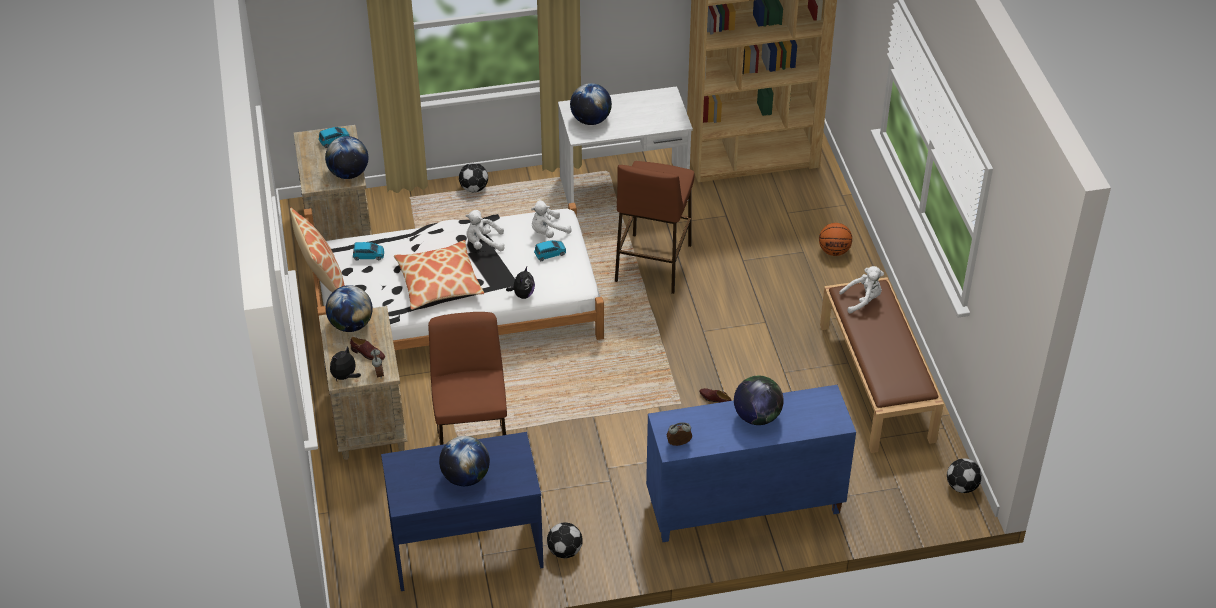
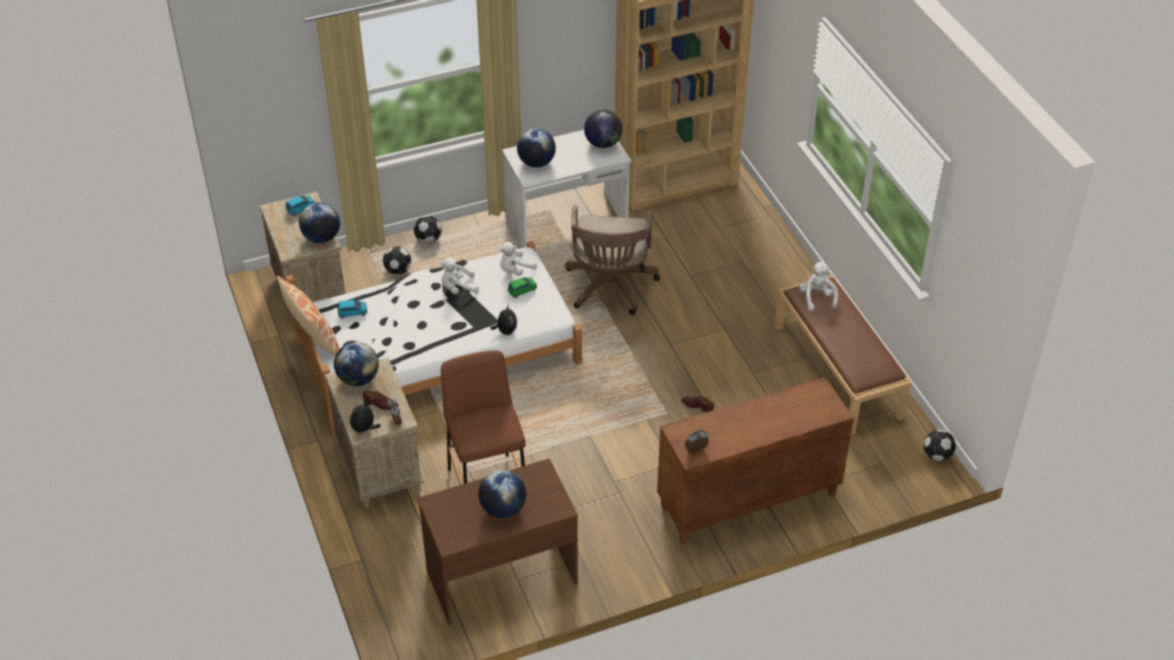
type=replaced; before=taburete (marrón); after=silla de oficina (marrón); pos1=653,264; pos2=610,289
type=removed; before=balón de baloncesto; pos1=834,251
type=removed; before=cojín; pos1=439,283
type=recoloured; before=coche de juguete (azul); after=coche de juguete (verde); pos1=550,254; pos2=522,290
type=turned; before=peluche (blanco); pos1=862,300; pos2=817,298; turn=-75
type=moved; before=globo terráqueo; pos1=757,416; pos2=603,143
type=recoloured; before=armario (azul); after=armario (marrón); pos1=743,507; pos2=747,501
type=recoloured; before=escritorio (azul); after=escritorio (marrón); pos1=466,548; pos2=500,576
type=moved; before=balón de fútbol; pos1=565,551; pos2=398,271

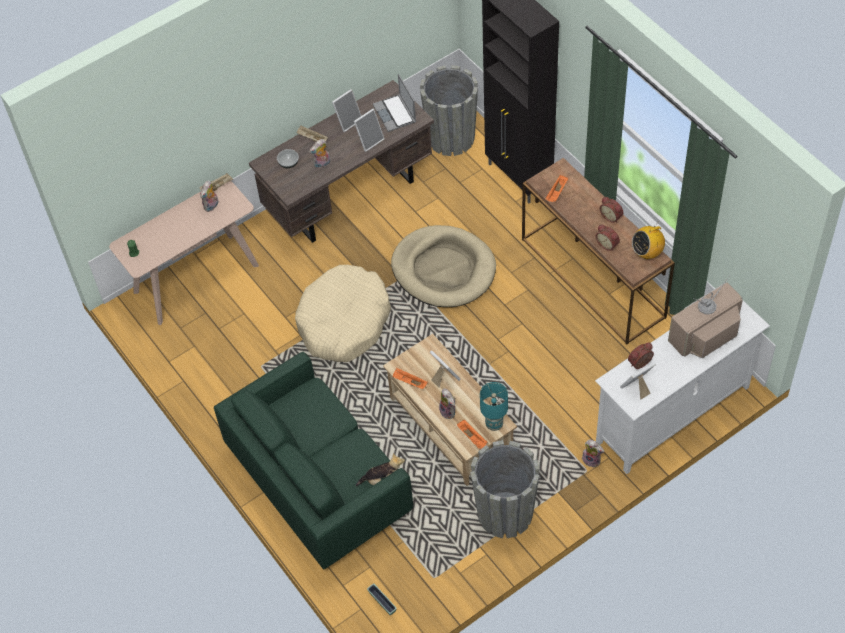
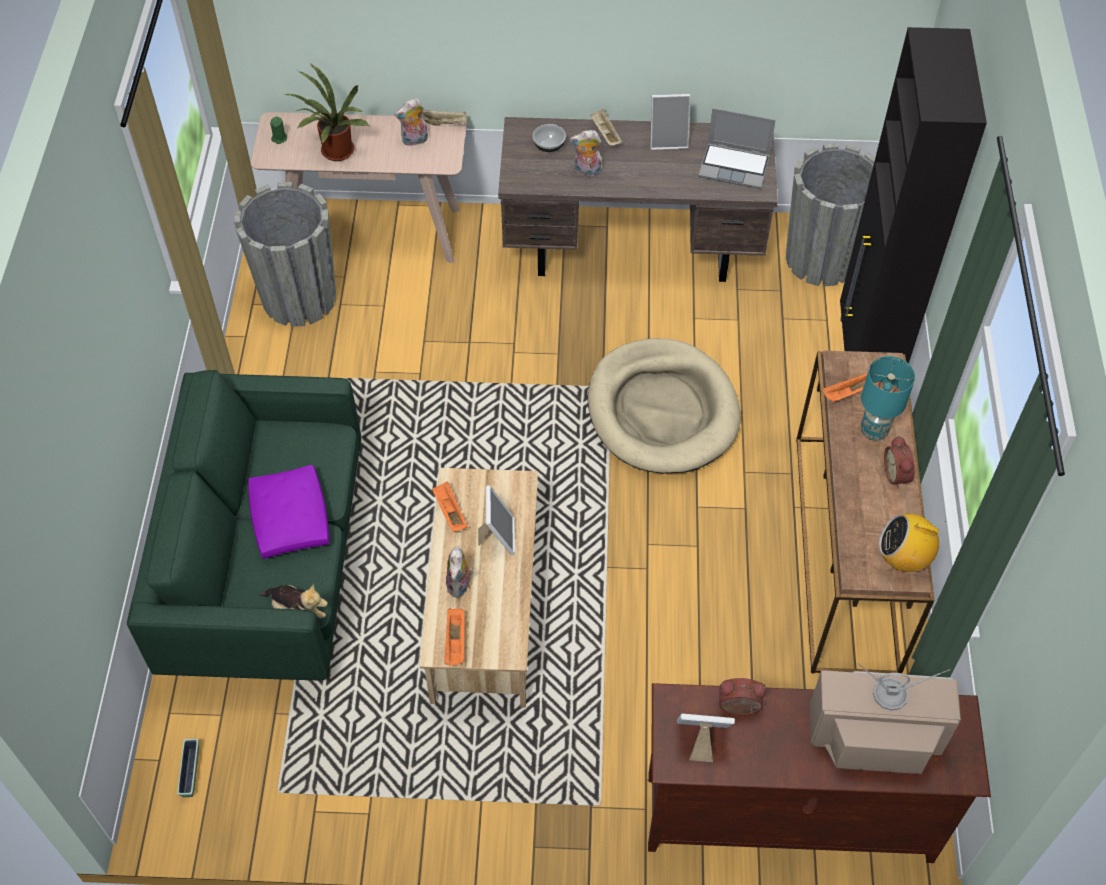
type=turned; before=portátil; pos1=395,114; pos2=735,166; turn=-90
type=removed; before=portarretratos; pos1=369,140
type=removed; before=despertador; pos1=607,244
type=removed; before=cama para perro (beis); pos1=344,322
type=recoloured; before=mueble de televisión (blanco); after=mueble de televisión (marrón); pos1=673,415; pos2=787,818
type=moved; before=lámpara de mesa (turquesa); pos1=494,424; pos2=874,431
type=moved; before=maceta (gris); pos1=505,513; pos2=299,298
type=removed; before=peluche; pos1=592,460
type=added; after=planta en maceta; pos2=335,153
type=added; after=cojín (morado); pos2=290,518

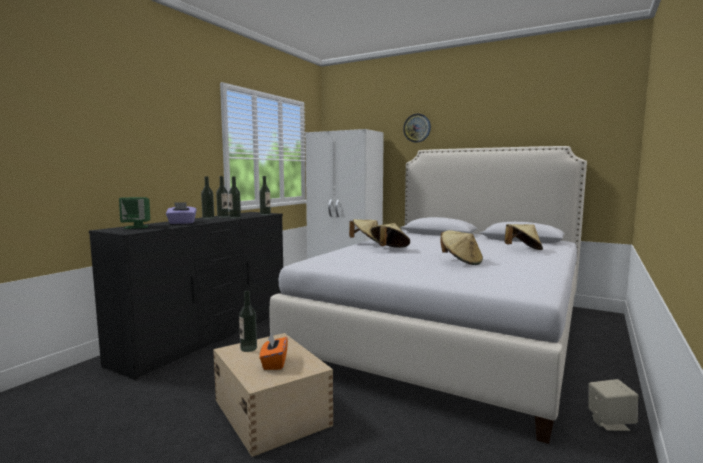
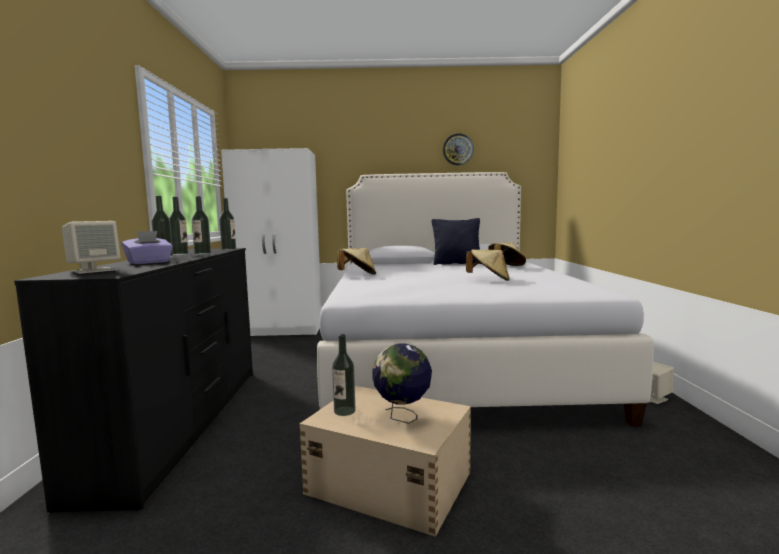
type=moved; before=reloj de pared; pos1=417,128; pos2=458,149
type=recoloured; before=altavoz (verde); after=altavoz (beis); pos1=137,227; pos2=94,270
type=removed; before=sombrero (beis); pos1=389,249
type=replaced; before=caja de pañuelos (naranja); after=globo terráqueo; pos1=274,363; pos2=402,417
type=added; after=cojín (negro); pos2=457,263

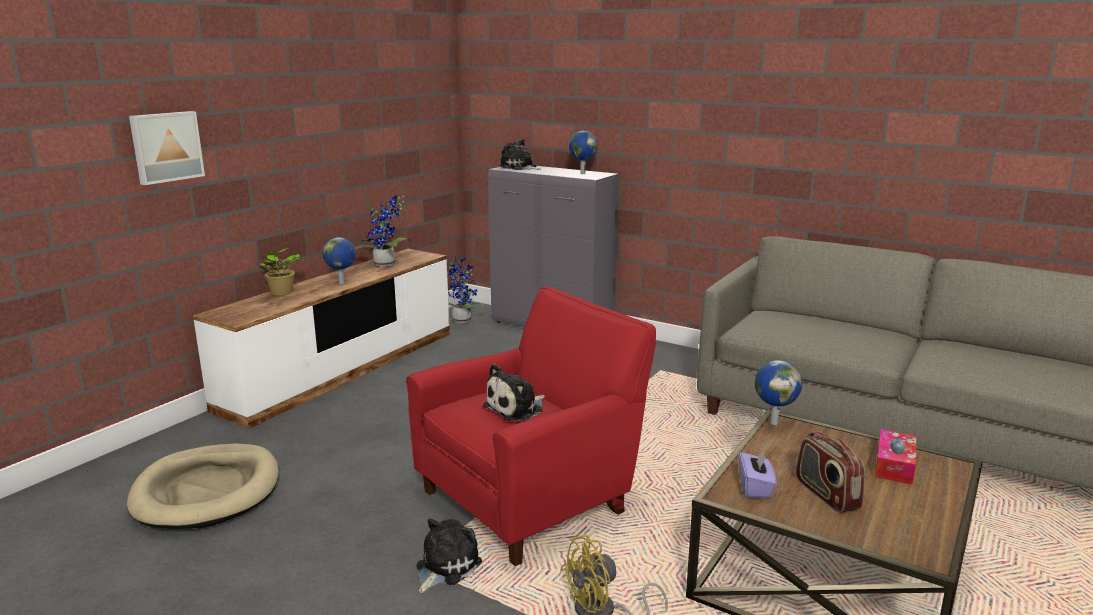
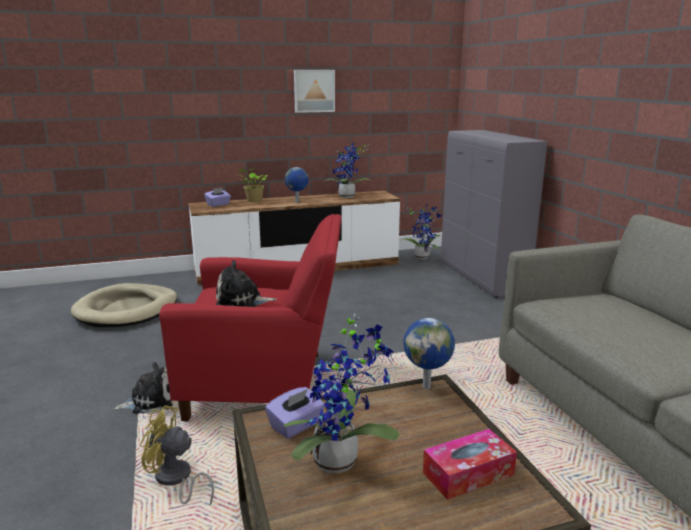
type=moved; before=cuadro; pos1=166,147; pos2=314,91
type=removed; before=globo terráqueo; pos1=582,173
type=removed; before=peluche; pos1=519,167
type=replaced; before=radio; after=planta en maceta; pos1=826,494; pos2=341,462
type=added; after=caja de pañuelos (morado); pos2=218,205

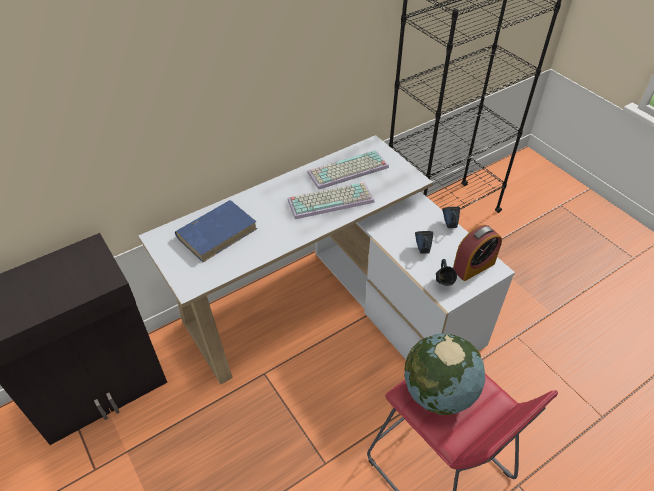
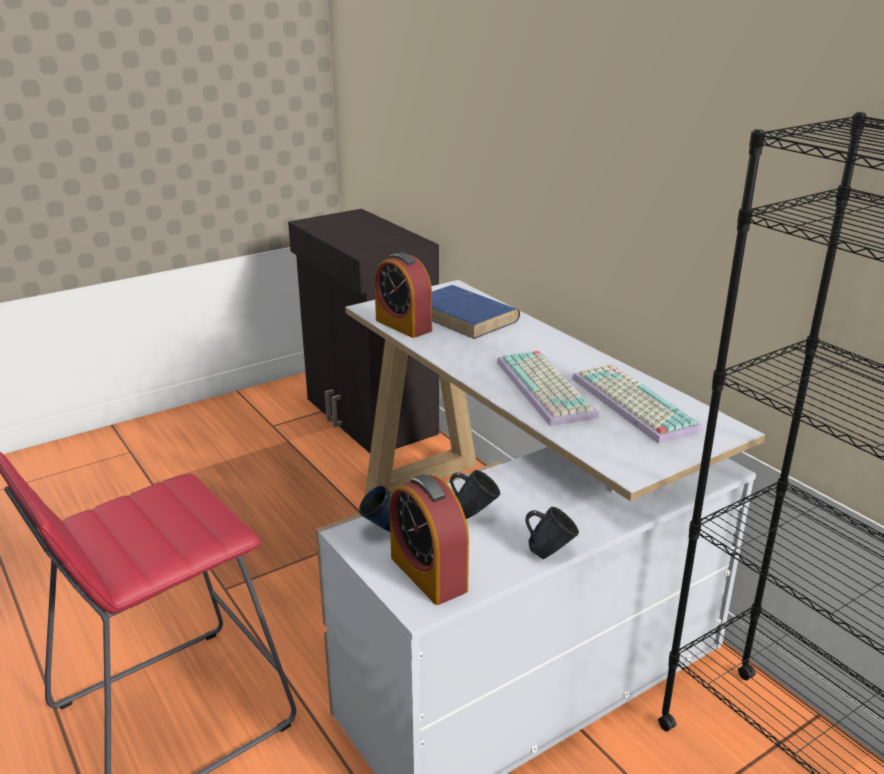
type=removed; before=globo terráqueo; pos1=438,393
type=added; after=despertador; pos2=403,325

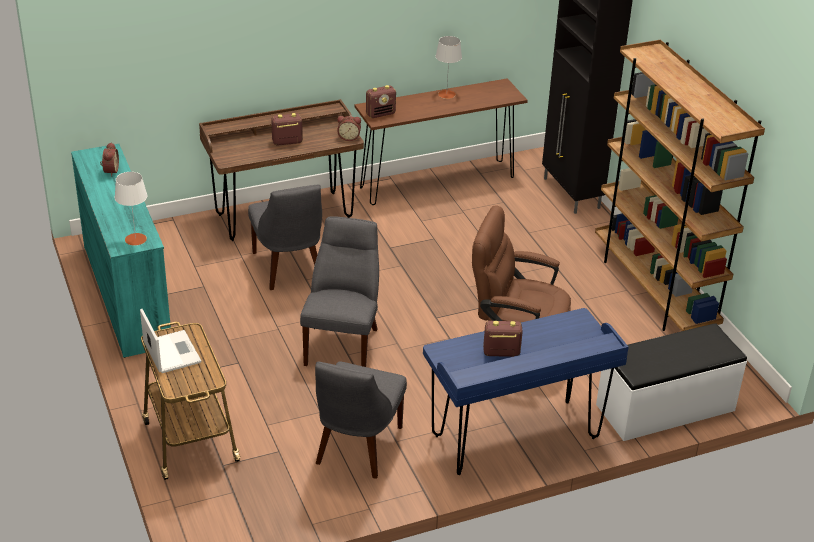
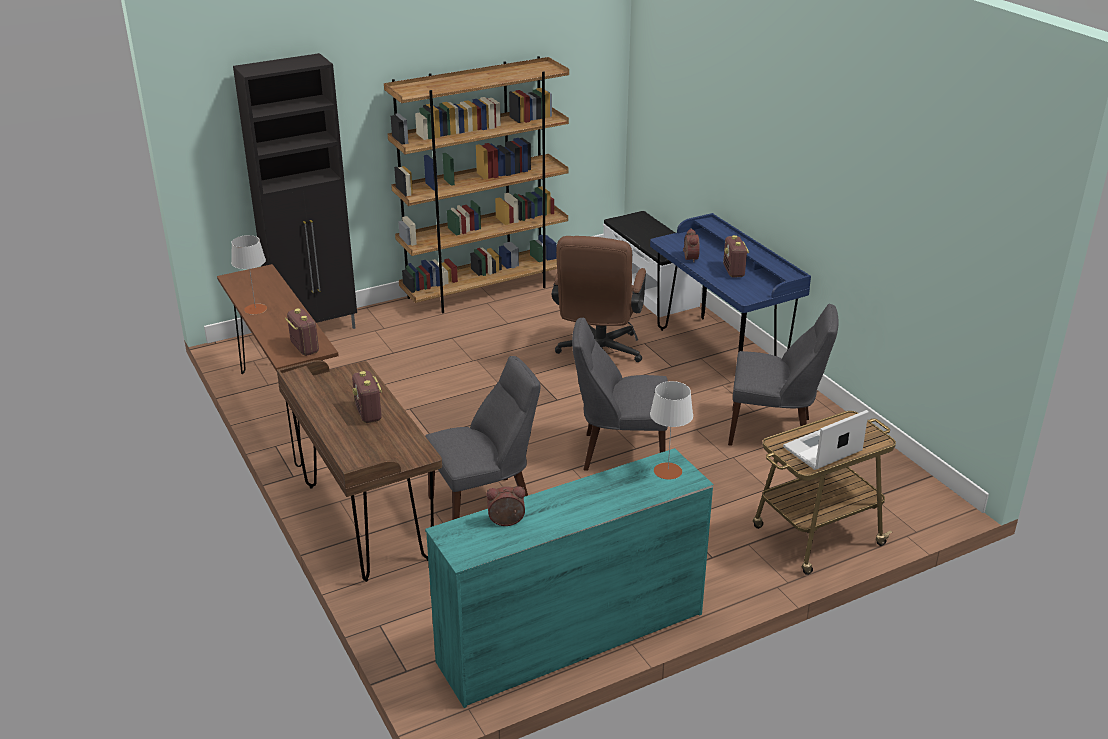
type=moved; before=despertador; pos1=349,137; pos2=689,258

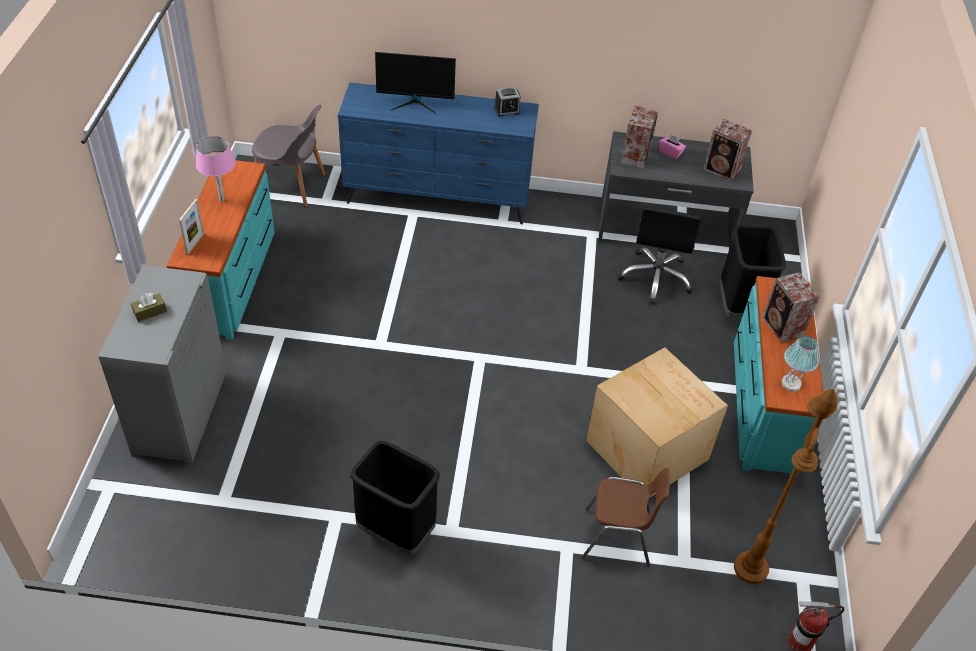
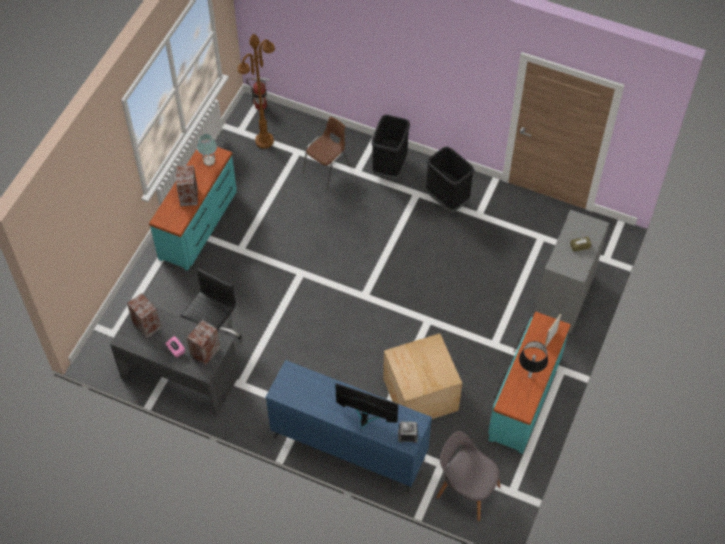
type=moved; before=despertador; pos1=507,110; pos2=407,435
type=recoloured; before=lámpara de mesa (rosa); after=lámpara de mesa (negro); pos1=222,200; pos2=529,376
type=moved; before=papelera (negro); pos1=740,307; pos2=389,167
type=moved; before=caja de cartón; pos1=647,448; pos2=420,395
type=turned; before=silla (marrón); pos1=618,538; pos2=327,170; turn=105

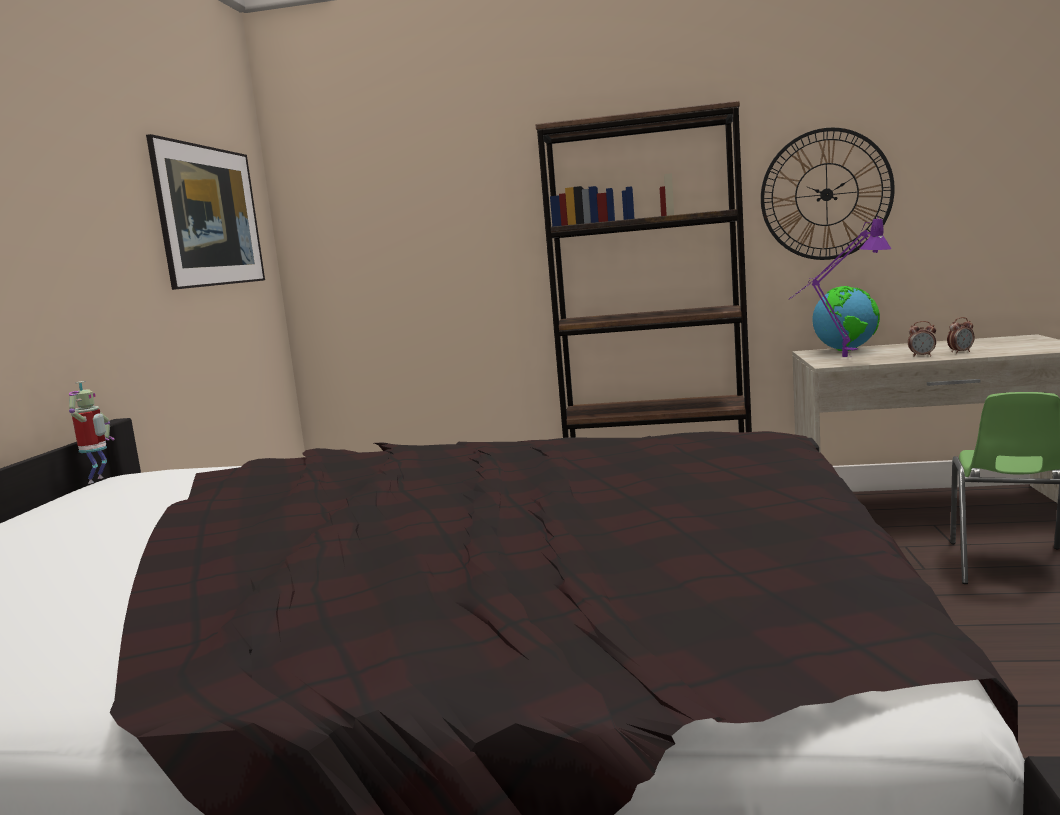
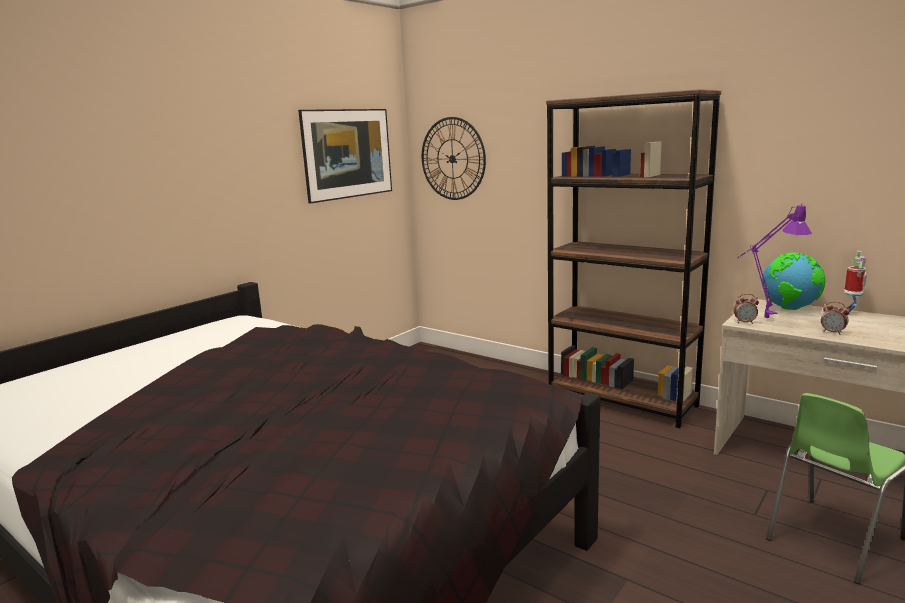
type=moved; before=reloj de pared; pos1=826,194; pos2=452,159
type=moved; before=despertador; pos1=960,352; pos2=745,322
type=moved; before=robot de juguete; pos1=99,480; pos2=851,313

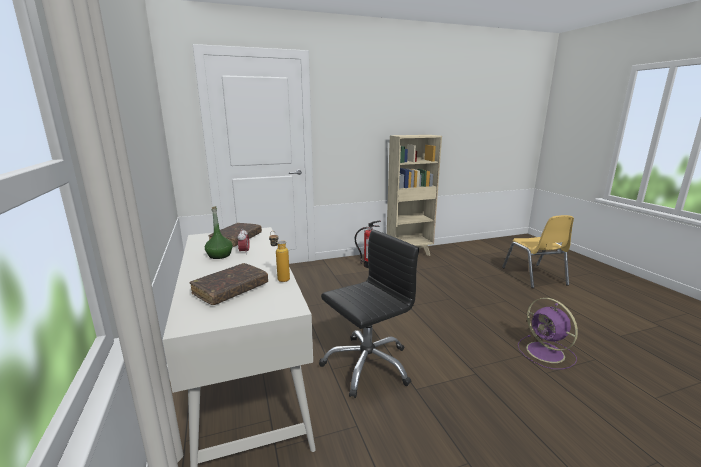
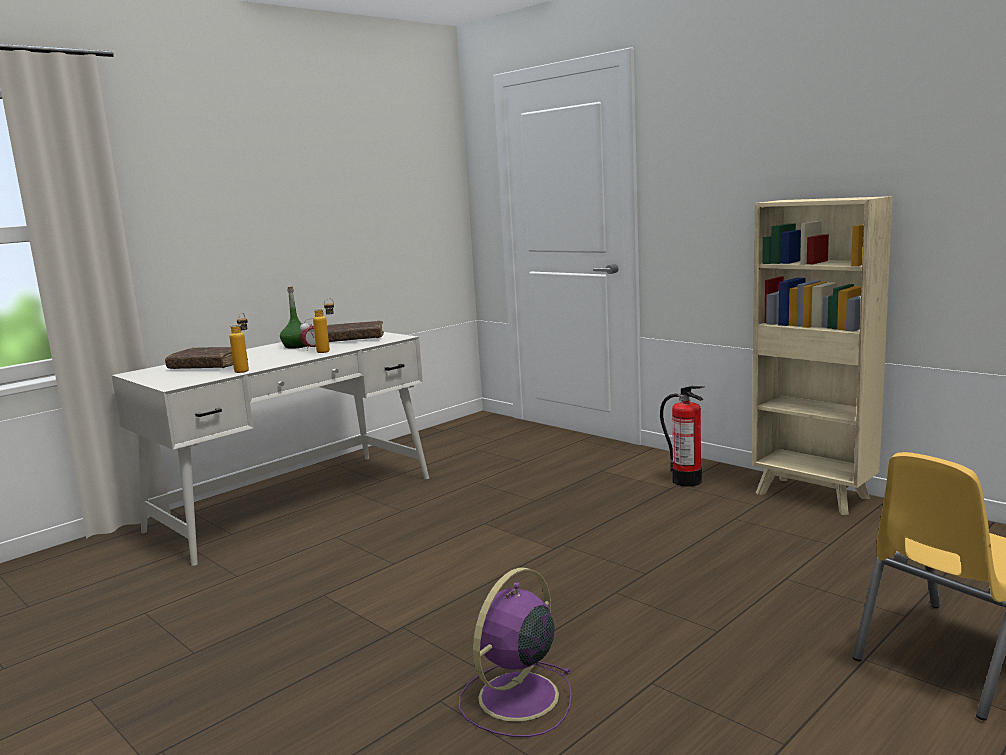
type=removed; before=silla de oficina (negro); pos1=367,365
type=added; after=botella; pos2=328,351

